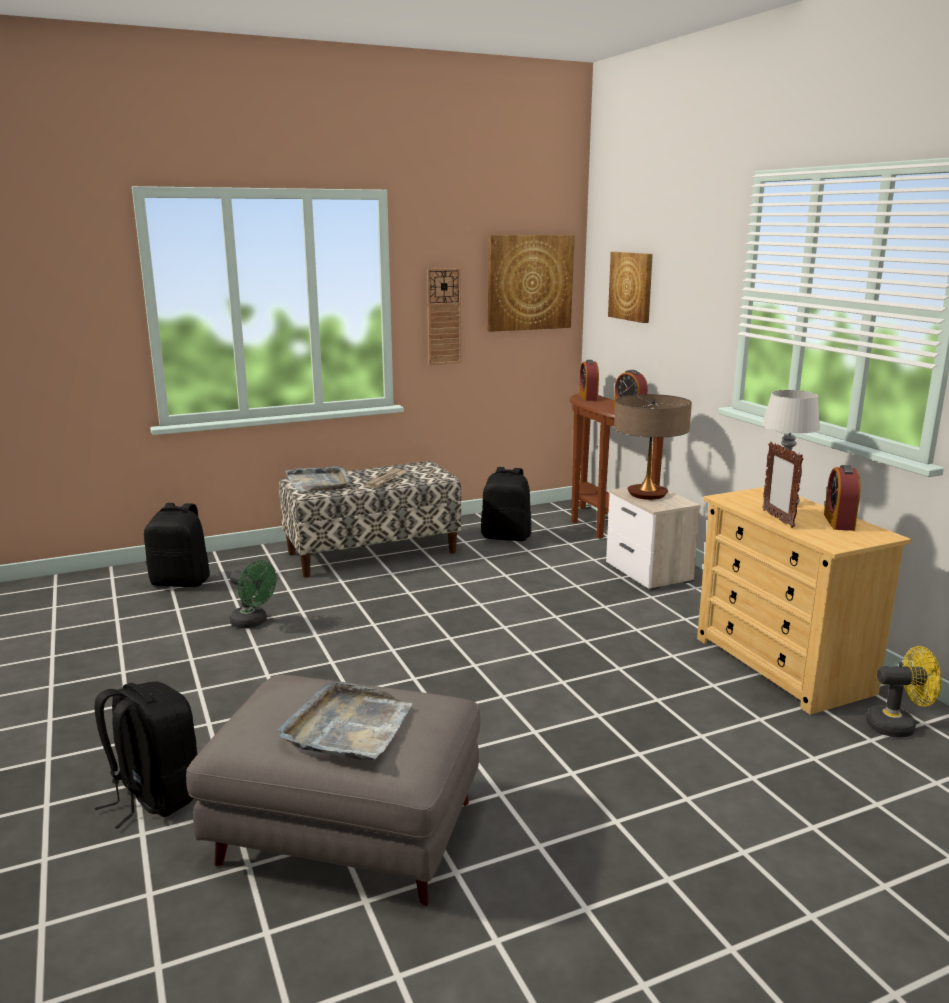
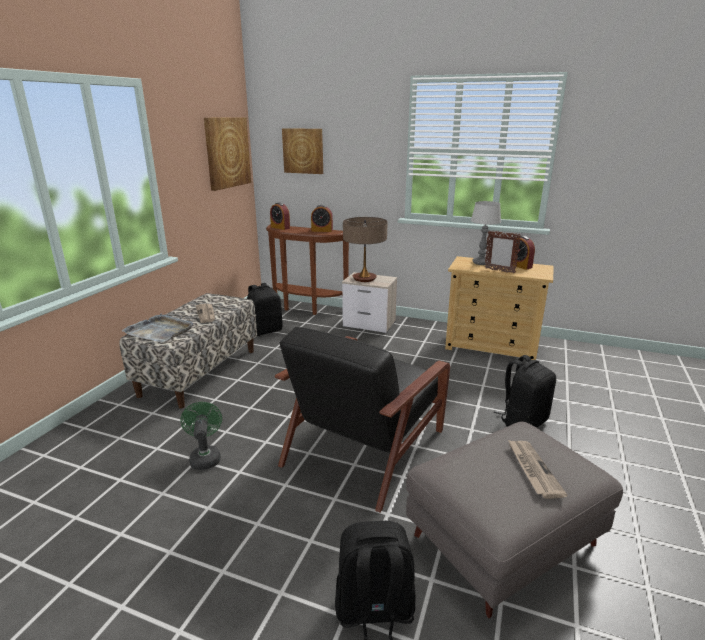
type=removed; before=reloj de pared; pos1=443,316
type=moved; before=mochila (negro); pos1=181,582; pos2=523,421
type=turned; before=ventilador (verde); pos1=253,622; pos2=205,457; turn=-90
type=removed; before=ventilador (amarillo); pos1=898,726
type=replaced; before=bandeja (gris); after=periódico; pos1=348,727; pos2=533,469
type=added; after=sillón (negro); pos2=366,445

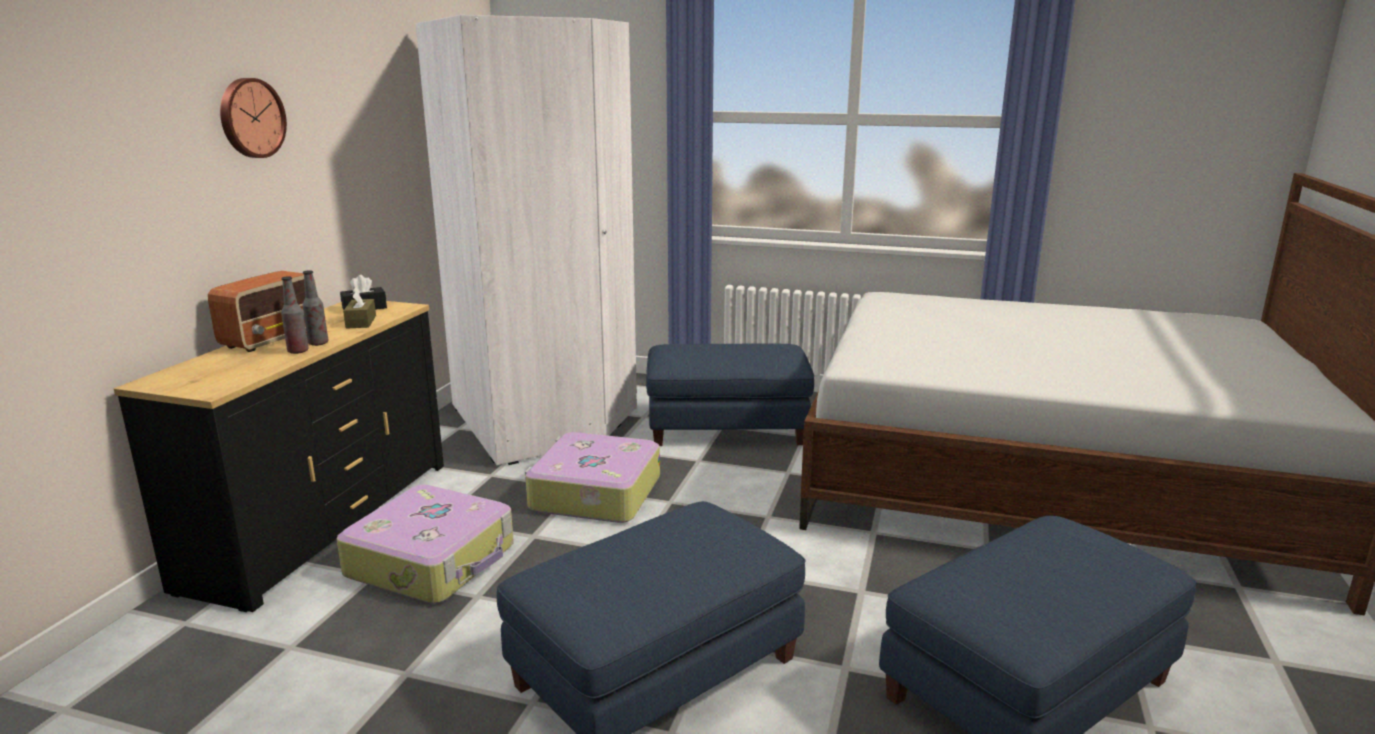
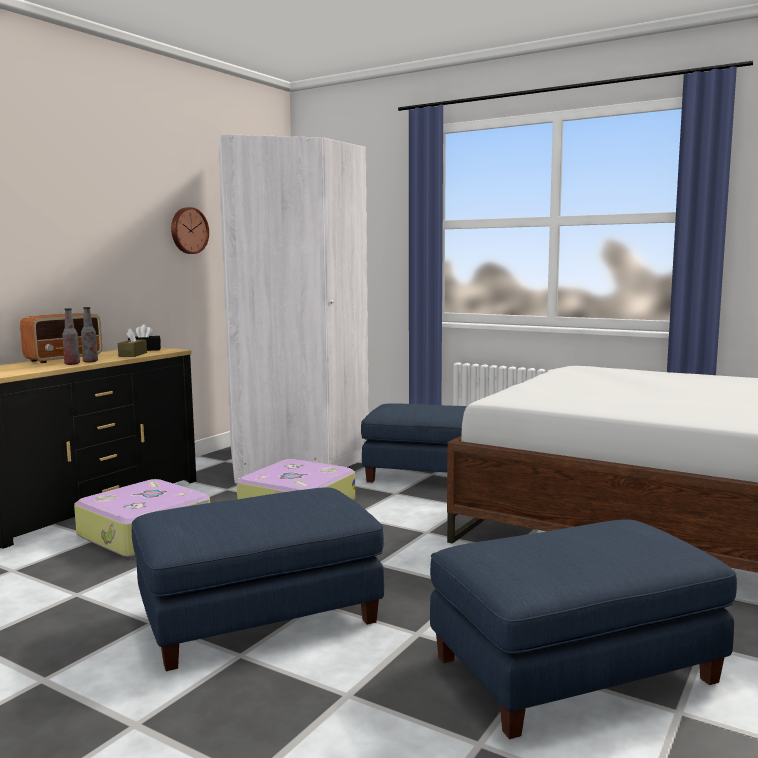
type=moved; before=reloj de pared; pos1=250,118; pos2=188,230

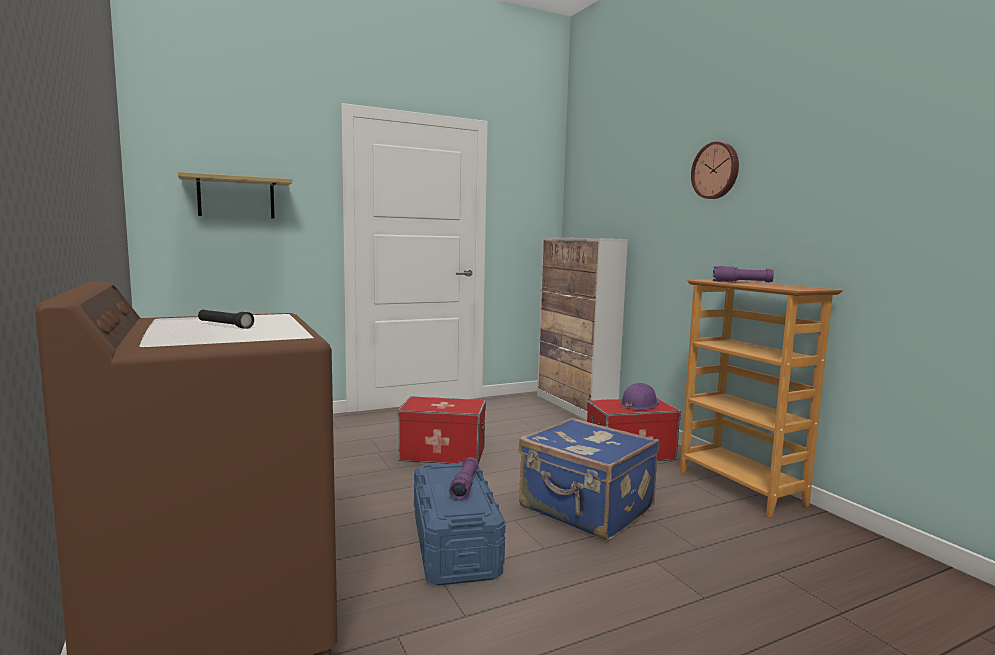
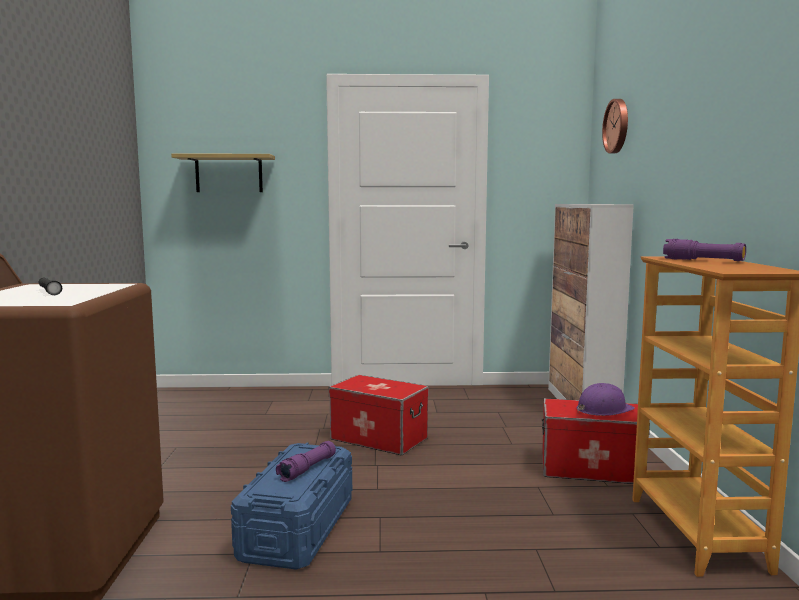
type=moved; before=reloj de pared; pos1=716,170; pos2=617,126
type=removed; before=maleta (azul); pos1=586,510

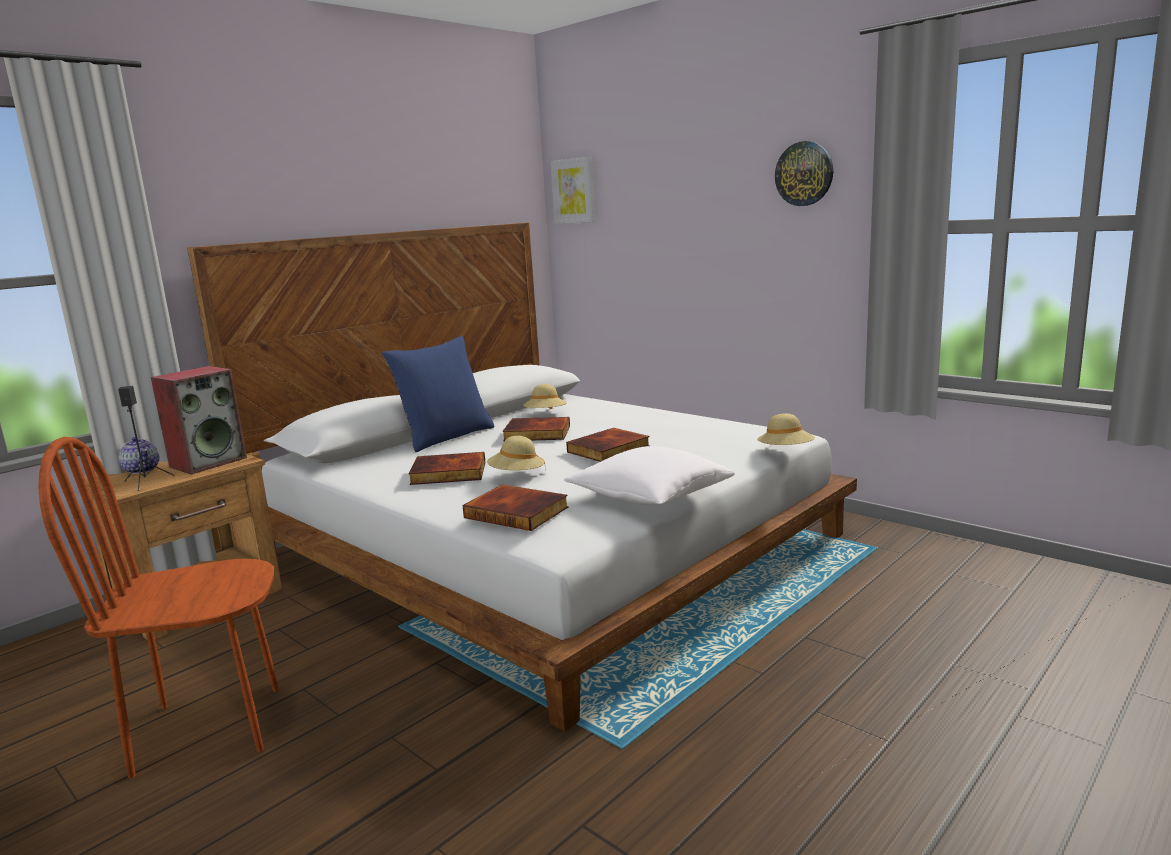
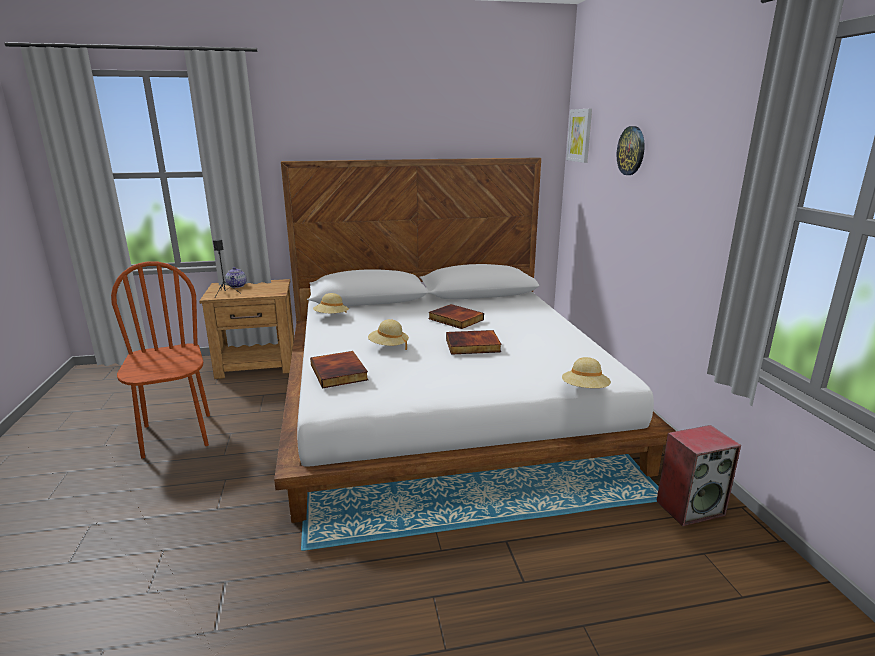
type=moved; before=reloj de pared; pos1=804,174; pos2=631,151
type=removed; before=cojín (azul); pos1=445,437
type=moved; before=altavoz; pos1=209,462; pos2=690,507
type=moved; before=sombrero (beis); pos1=545,414; pos2=331,317
type=turned; before=silla (marrón); pos1=209,729; pos2=176,435; turn=45
type=removed; before=cojín (blanco); pos1=649,496
type=removed; before=libro; pos1=448,473

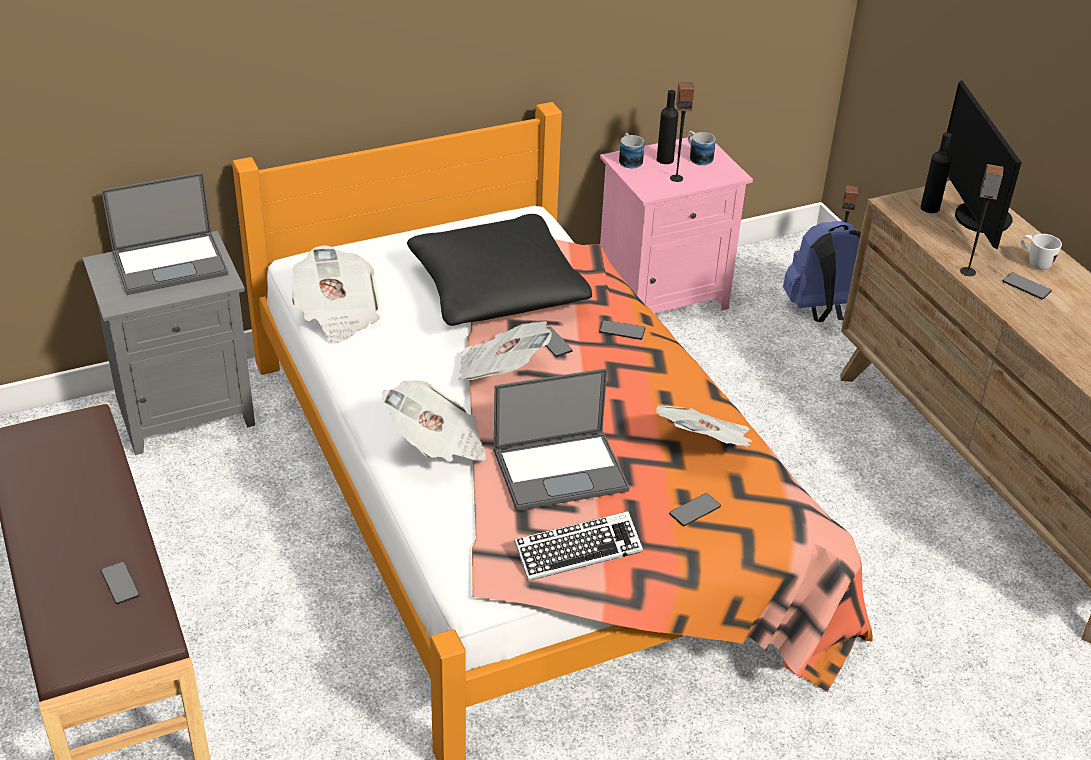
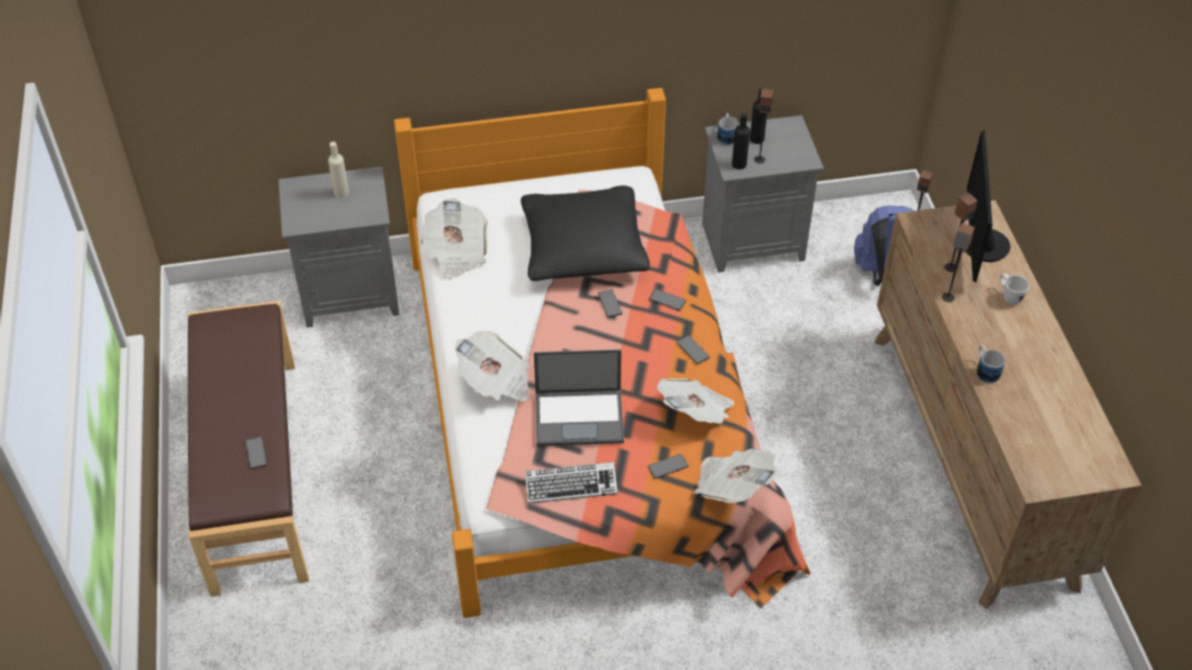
type=moved; before=taza grande; pos1=697,157; pos2=985,370
type=moved; before=botella (negro); pos1=930,208; pos2=739,164
type=recoloured; before=mesita de noche (rosa); after=mesita de noche (gris); pos1=663,295; pos2=754,240
type=replaced; before=portátil; after=botella (beis); pos1=171,263; pos2=341,193
type=moved; before=móvil; pos1=1026,287; pos2=693,350
type=moved; before=periódico; pos1=501,371; pos2=732,486
type=added; after=altavoz; pos2=950,267

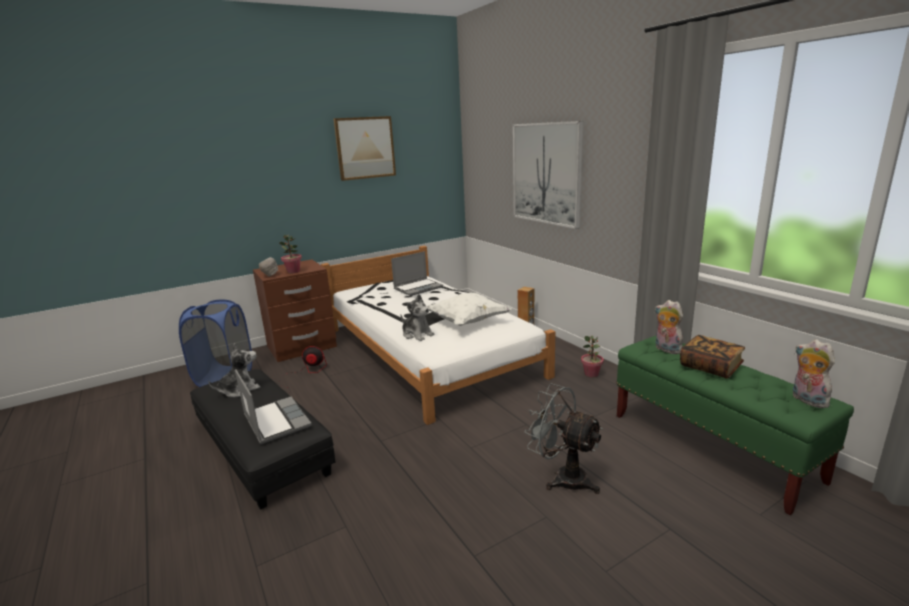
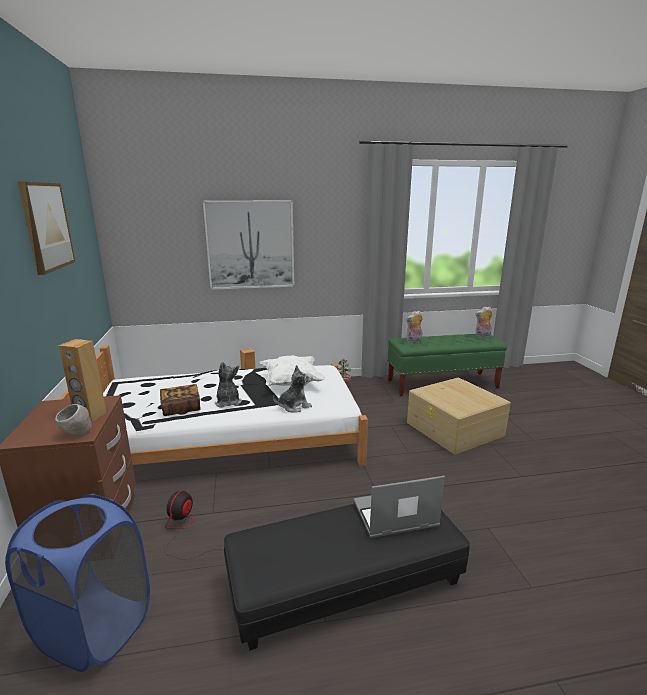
type=replaced; before=planta en maceta; after=altavoz (marrón); pos1=293,271; pos2=90,416
type=removed; before=portátil; pos1=418,288
type=moved; before=libro; pos1=710,367; pos2=181,408
type=moved; before=peluche; pos1=239,390; pos2=228,402
type=replaced; before=ventilador (gris); after=caja de almacenaje (beis); pos1=563,477; pos2=455,429

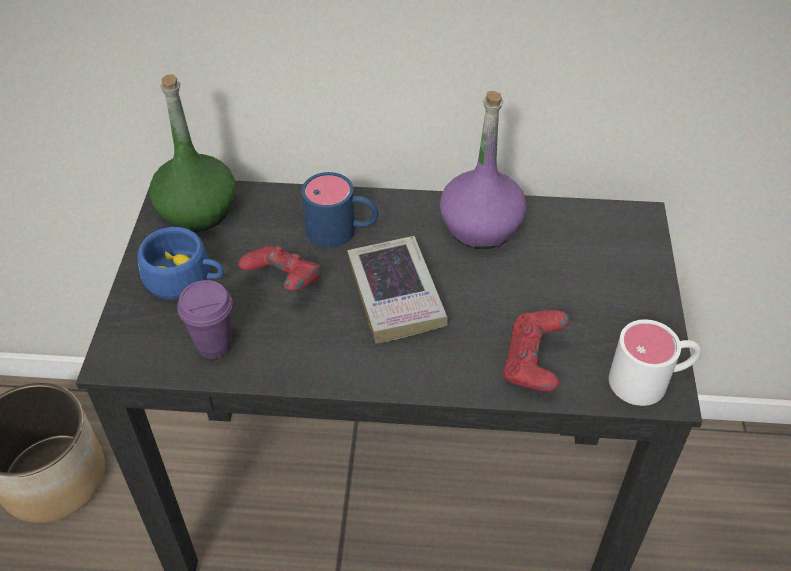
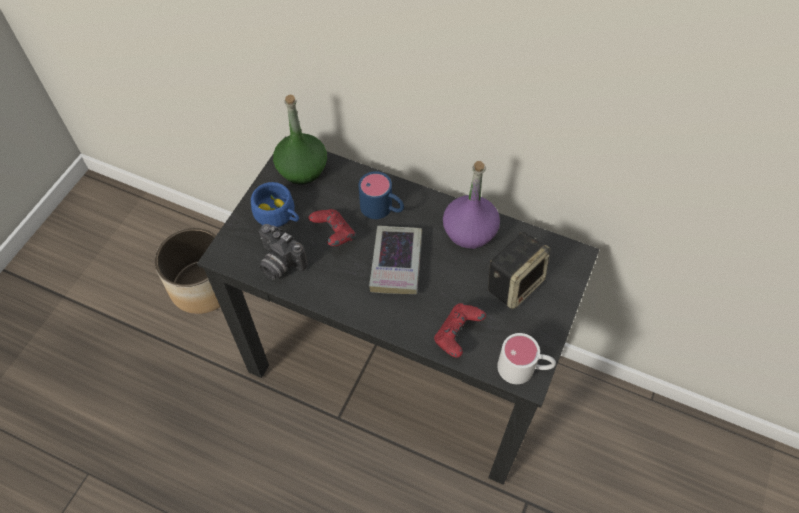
type=replaced; before=taza (morado); after=cámara; pos1=214,345; pos2=279,263
type=added; after=altavoz; pos2=514,283

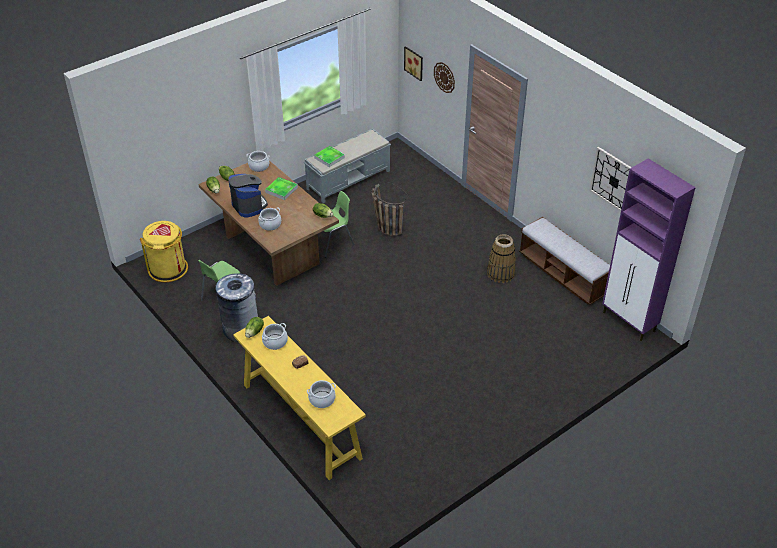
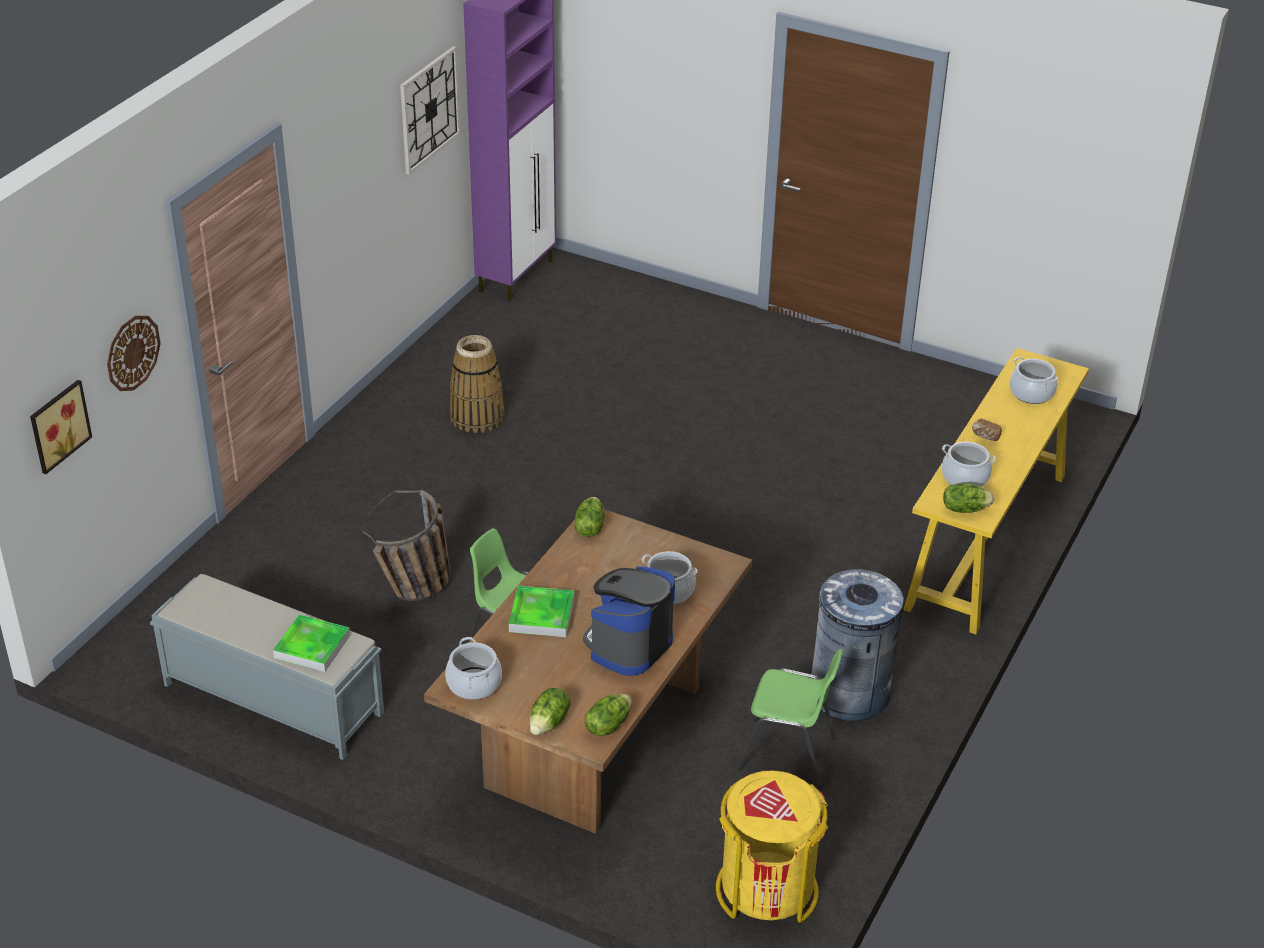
type=removed; before=banco; pos1=563,274

